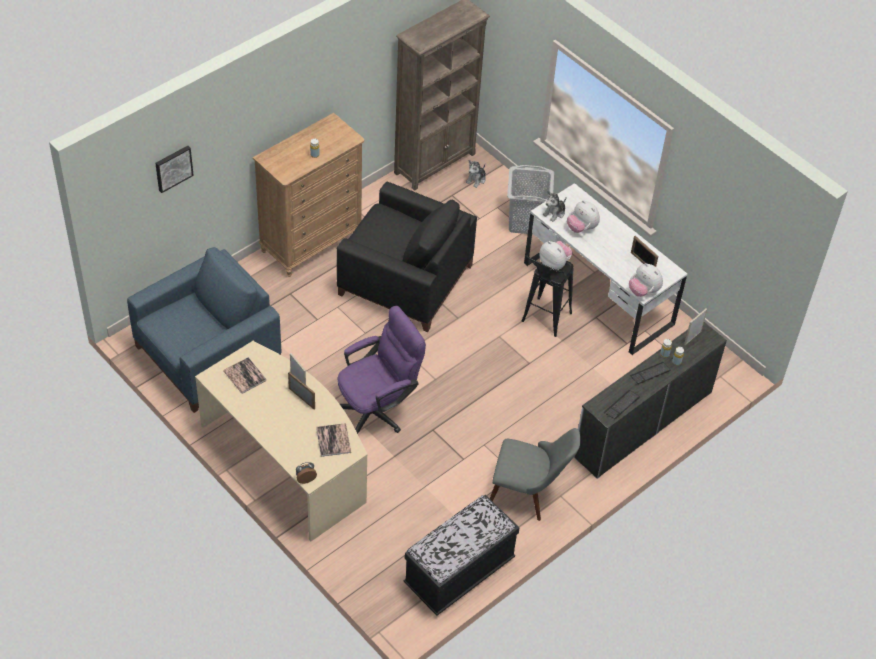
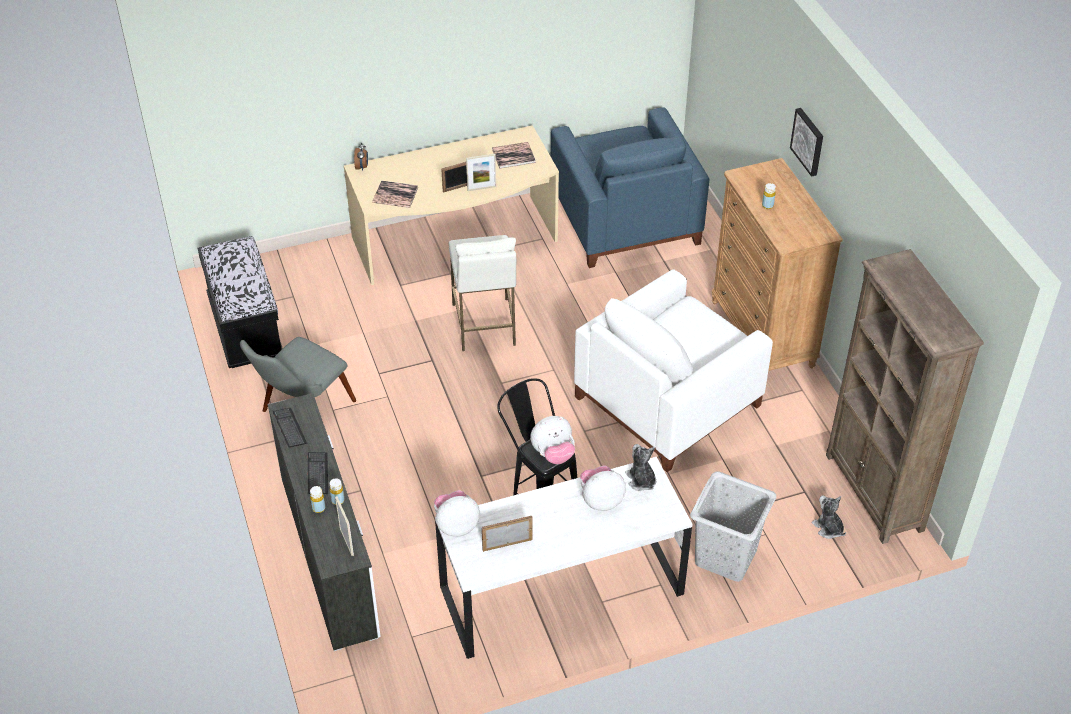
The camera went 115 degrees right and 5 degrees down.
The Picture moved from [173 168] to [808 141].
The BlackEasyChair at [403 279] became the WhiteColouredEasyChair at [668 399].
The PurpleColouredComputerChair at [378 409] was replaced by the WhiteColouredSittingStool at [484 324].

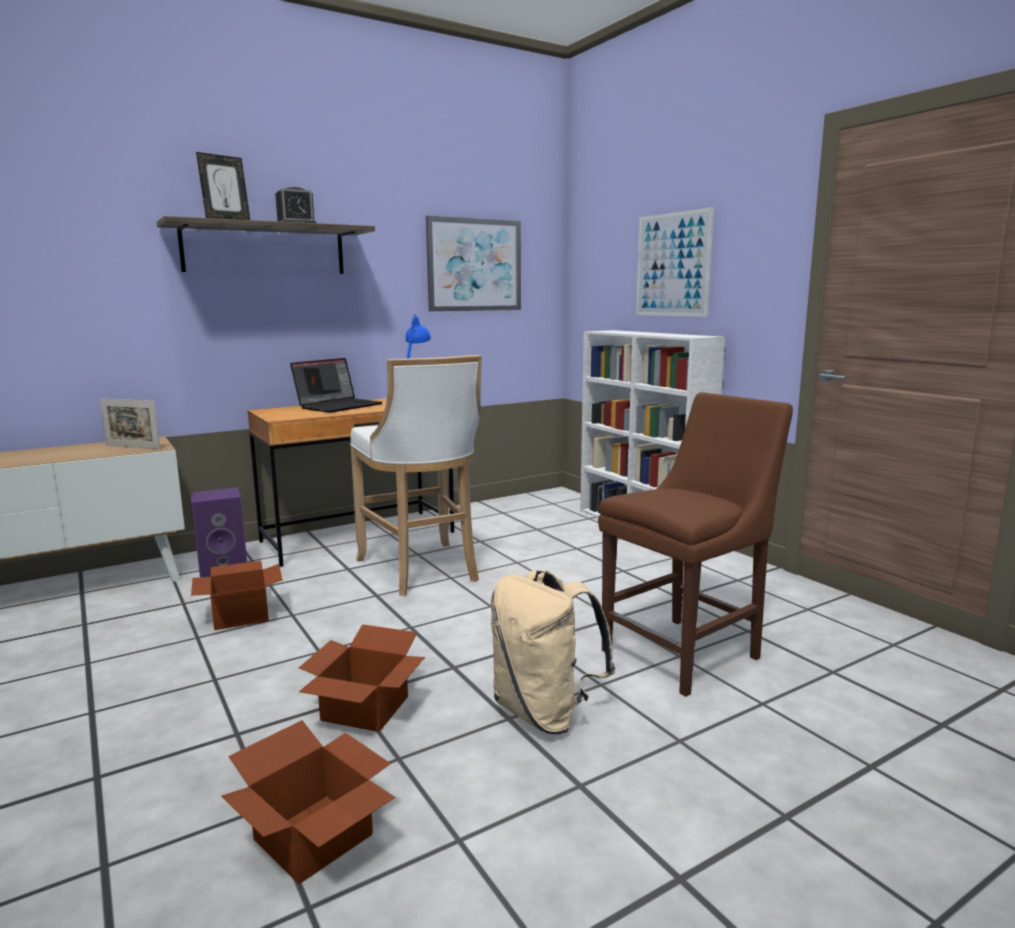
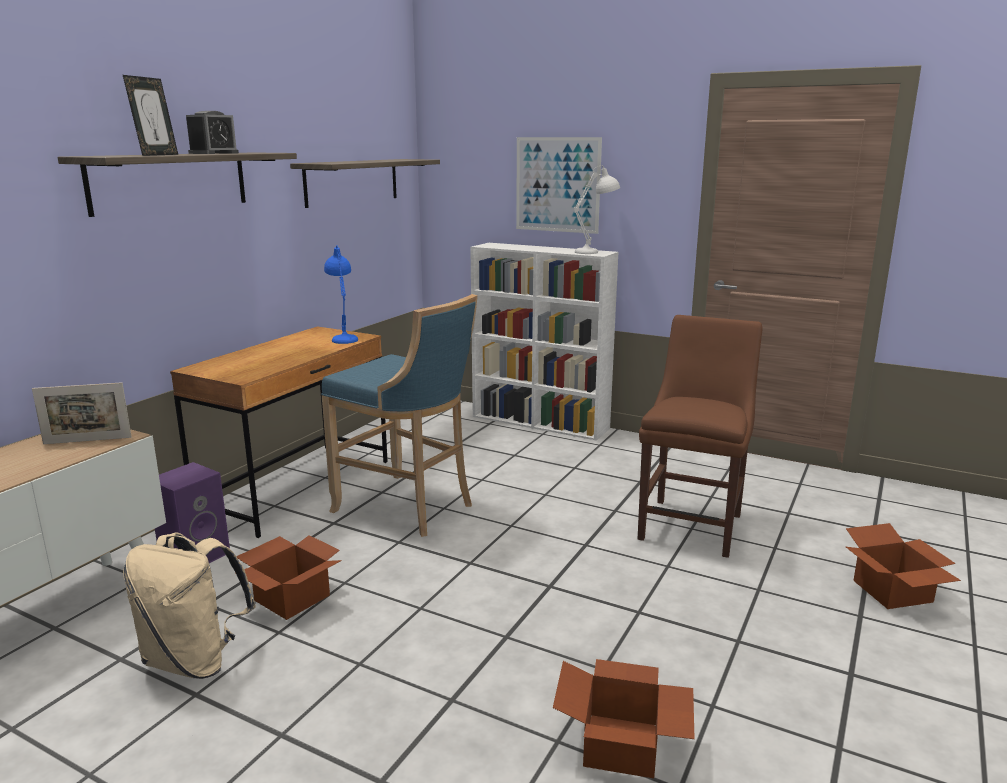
The camera went 30 degrees left and 5 degrees up.
The Picture at [474 265] was replaced by the WallShelf at [352 181].
The WhiteColouredSittingStool at [422 571] became the BluishSittingStool at [409 508].
The PortableComputer at [339 406] disappeared.
The SandColouredRucksack moved from [545 713] to [195 660].
The Carton moved from [362 709] to [892 592].
The WhiteColouredLampForATable at [596 252] appeared.

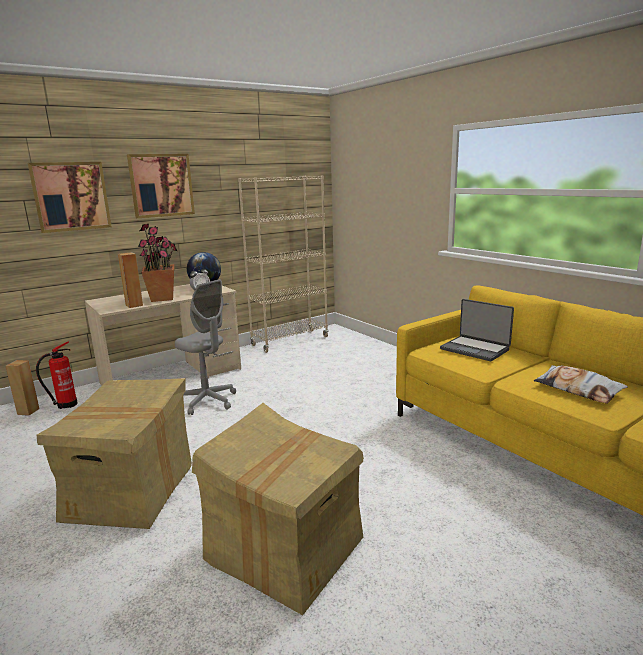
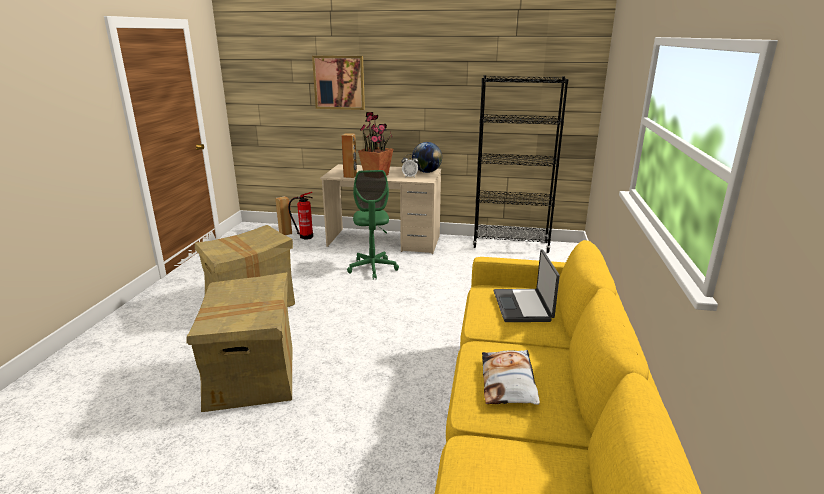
The camera went 45 degrees right and 5 degrees up.
The Picture at [161 185] disappeared.
The SandColouredBookcase at [290 341] became the BlackBookcase at [511 245].
The GrayComputerChair at [208 401] became the GreenComputerChair at [372 268].

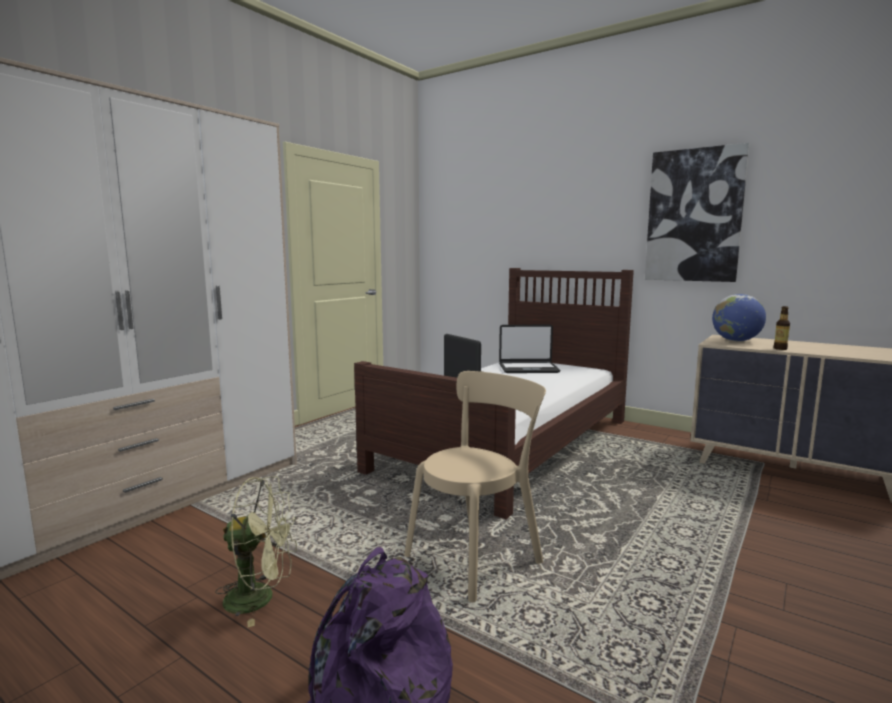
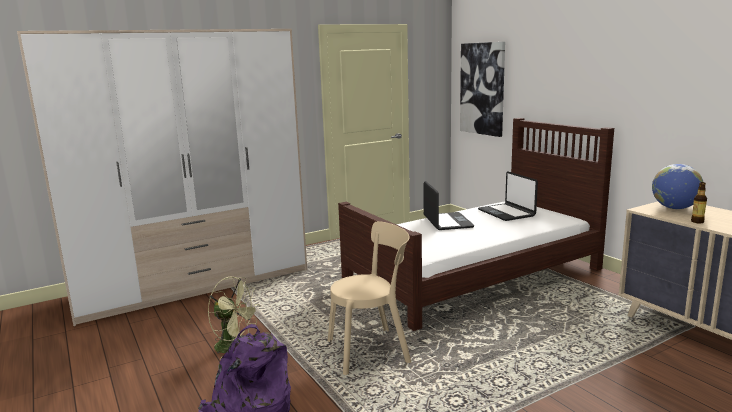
The camera went 25 degrees right and 5 degrees up.
The Picture moved from [694 216] to [482 89].
The PortableComputer at [528 368] turned 45 degrees clockwise.

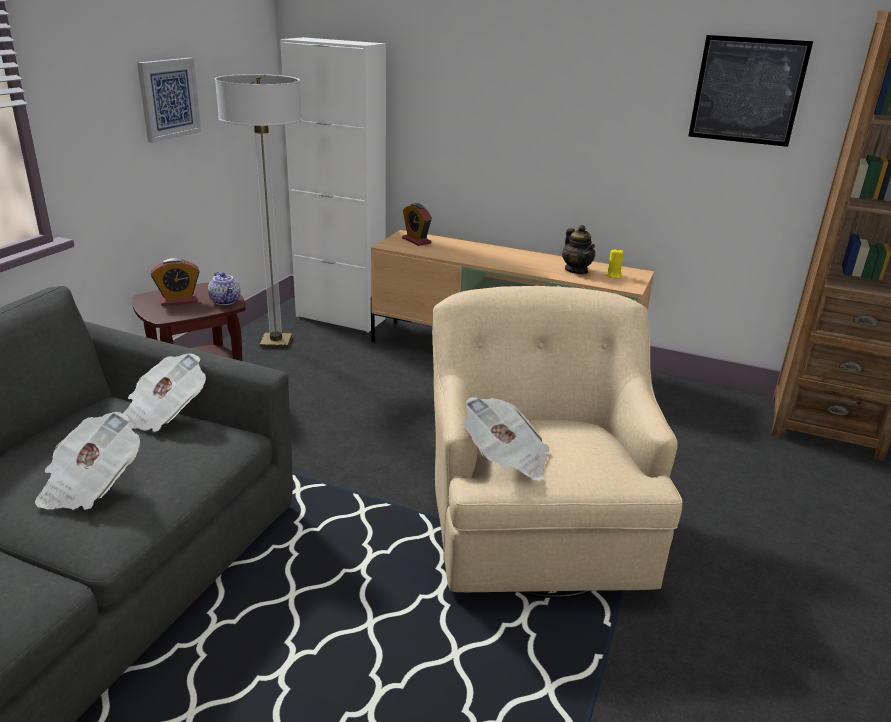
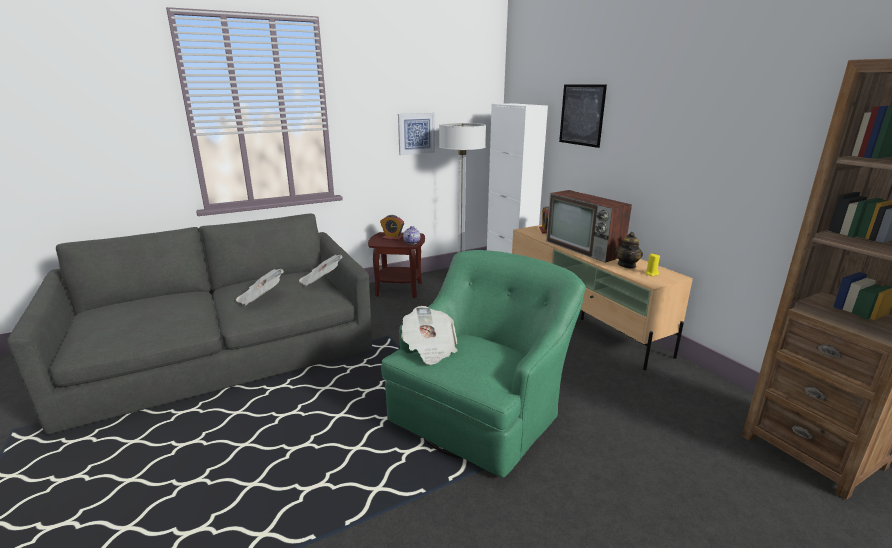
The camera went 40 degrees right and 5 degrees down.
The Picture moved from [747 91] to [582 115].
The SandColouredEasyChair at [536 522] became the GreenEasyChair at [482 411].
The Television at [585 249] appeared.

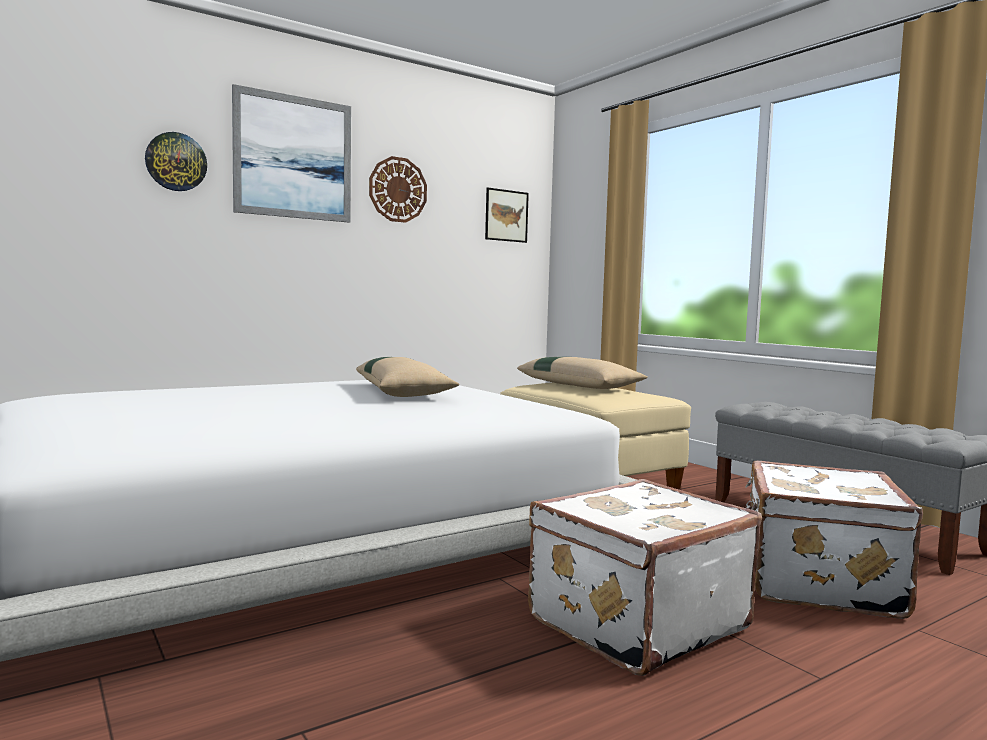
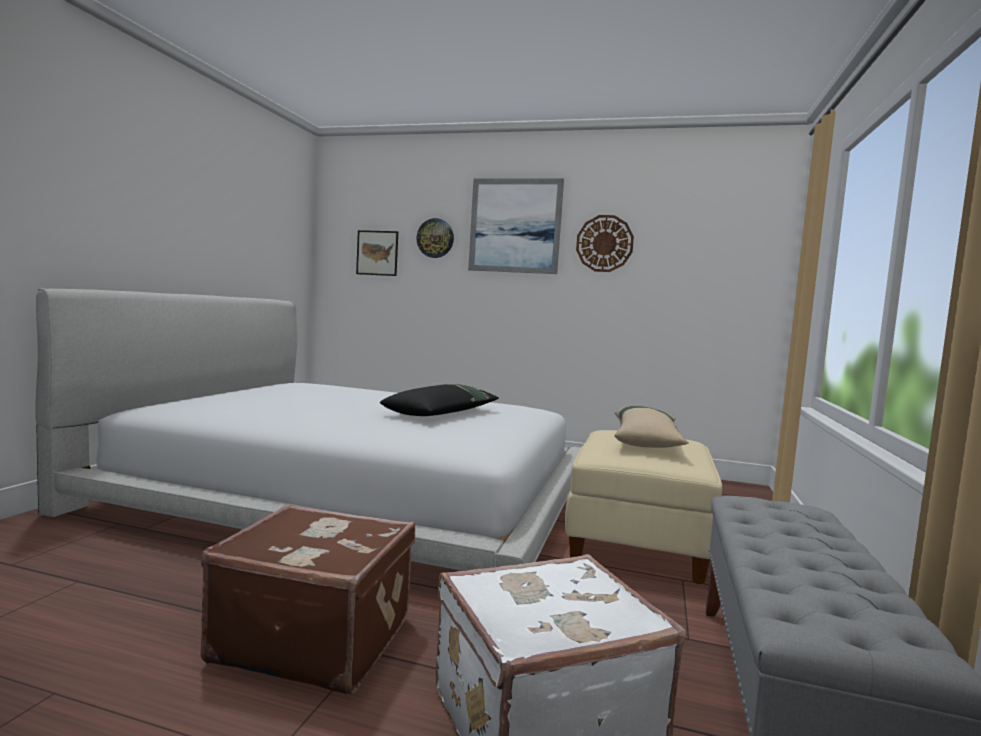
The camera went 50 degrees right and 0 degrees up.
The Picture moved from [506 215] to [377 253].
The SandColouredPillow at [403 392] became the BlackPillow at [442 413].
The WhiteColouredSuitcase at [634 622] became the BrownColouredSuitcase at [314 638].

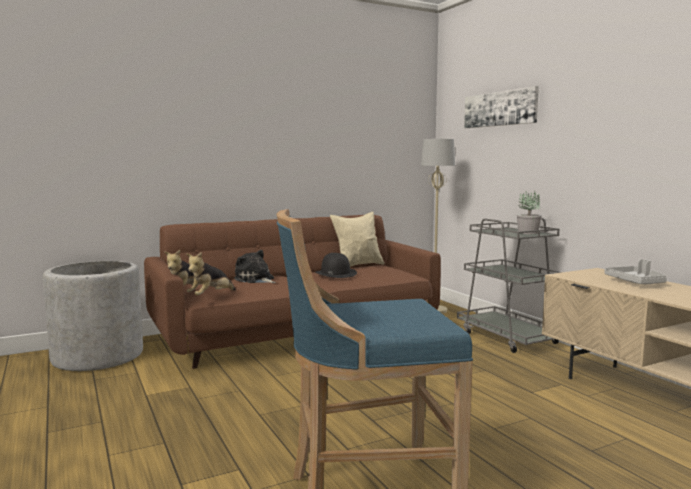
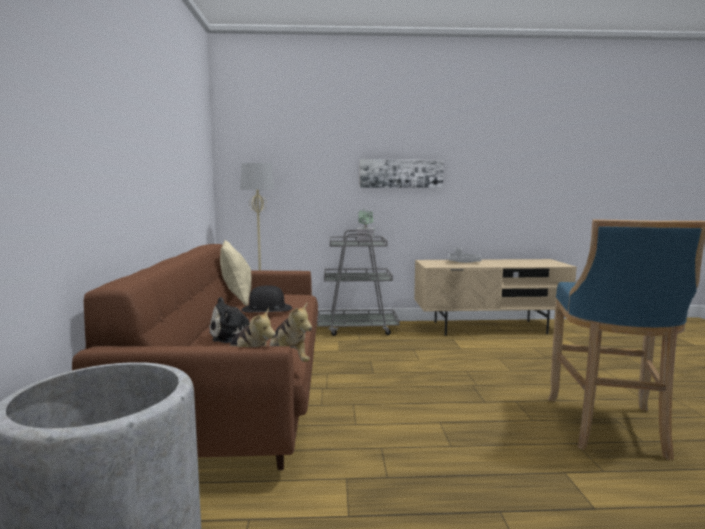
The camera went 65 degrees left and 0 degrees up.
The Picture moved from [500 109] to [401 173].

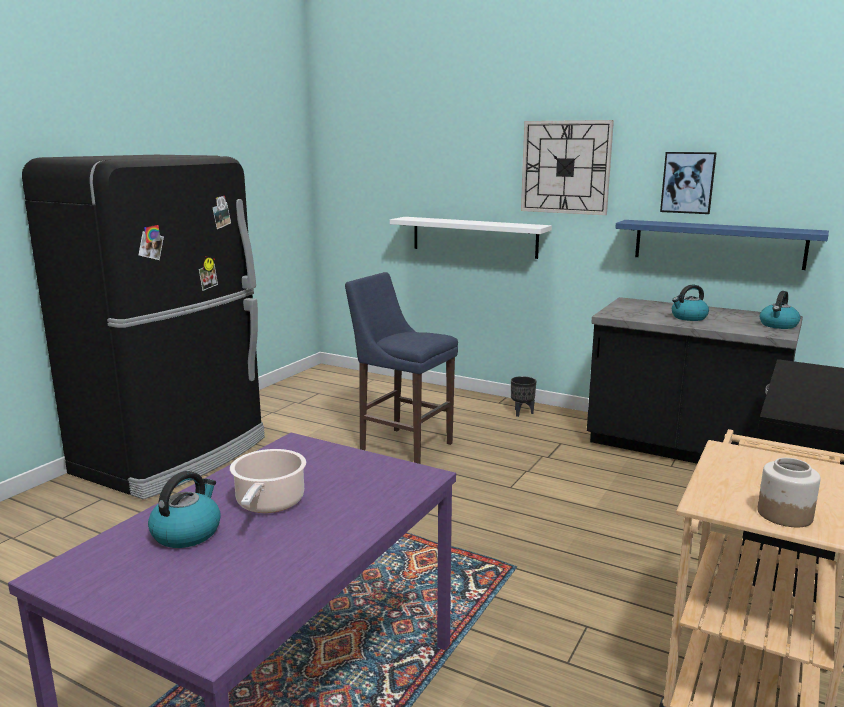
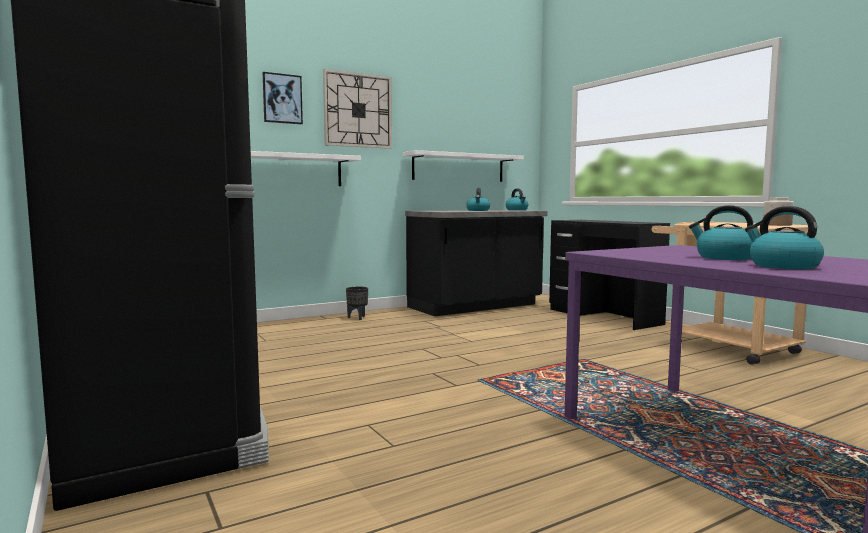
The camera went 60 degrees left and 10 degrees down.
The Picture moved from [688 182] to [282 99].
The BluishWallShelf at [718 244] became the WhiteColouredWallShelf at [459 167].
The BluishSittingStool at [402 445] disappeared.
The Stockpot at [269 503] was replaced by the WaterKettle at [724 257].

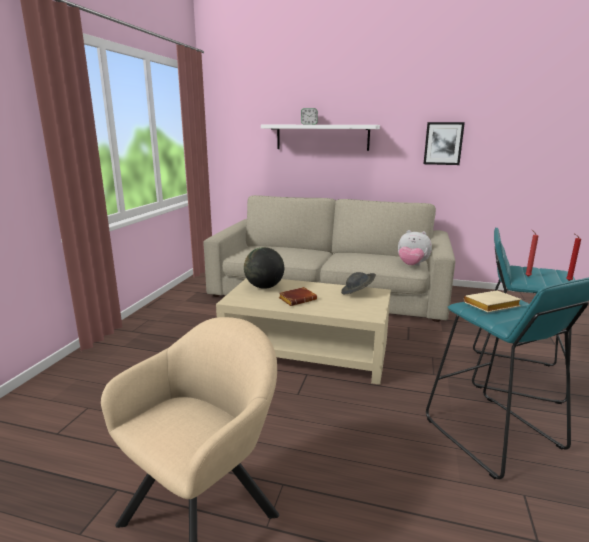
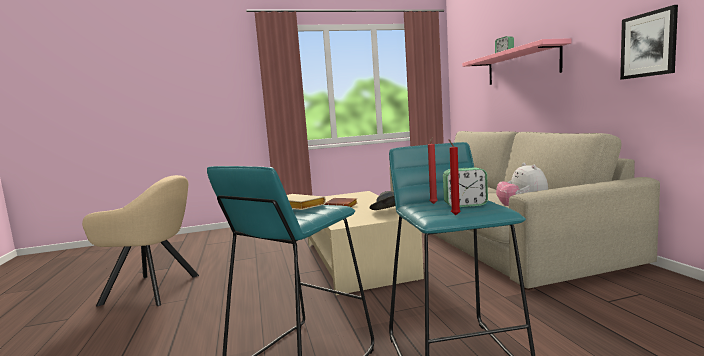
The camera went 60 degrees right and 10 degrees down.
The WhiteColouredWallShelf at [322 137] became the PinkWallShelf at [521 65].
The DeskGlobe at [264 287] disappeared.
The TableClock at [465 205] appeared.

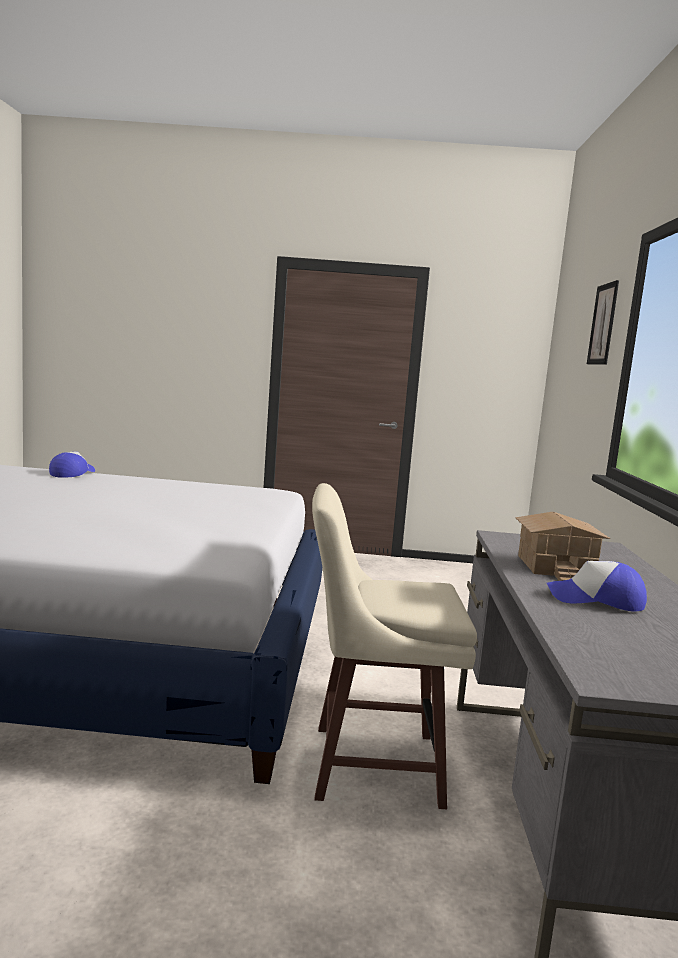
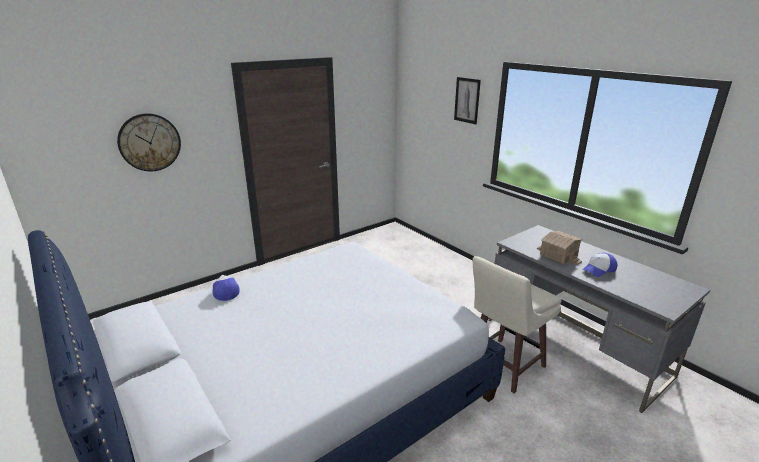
The camera went 40 degrees left and 15 degrees up.
The WallClock at [149 142] appeared.

